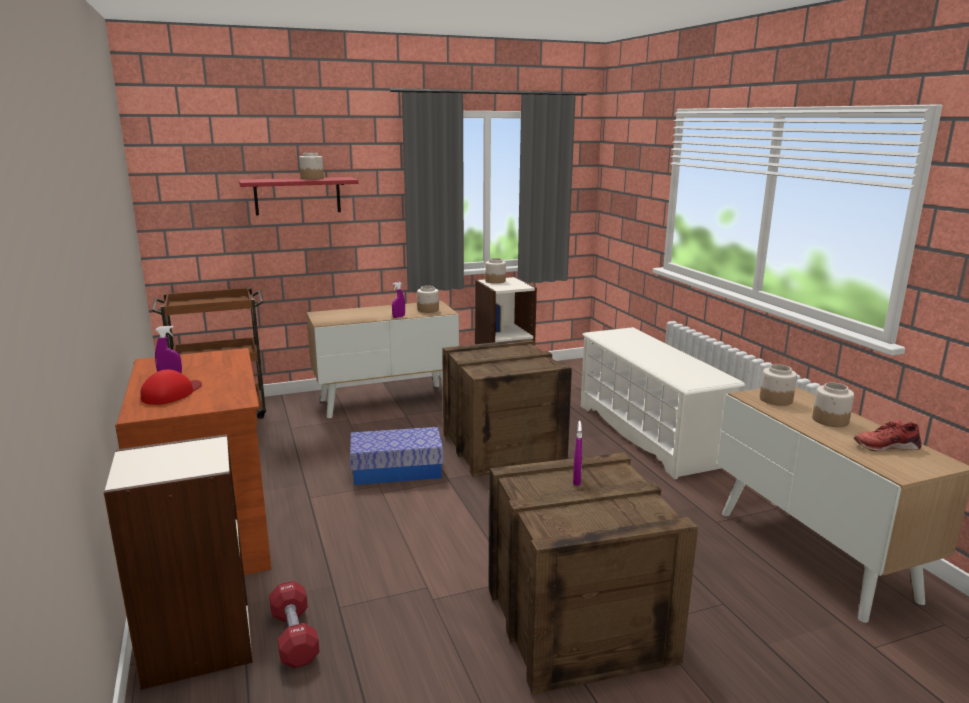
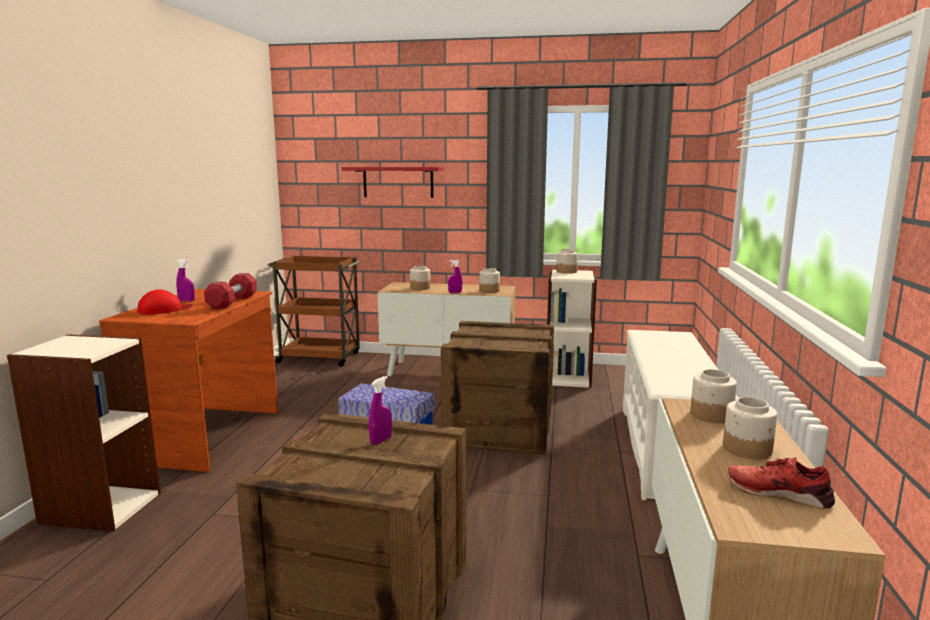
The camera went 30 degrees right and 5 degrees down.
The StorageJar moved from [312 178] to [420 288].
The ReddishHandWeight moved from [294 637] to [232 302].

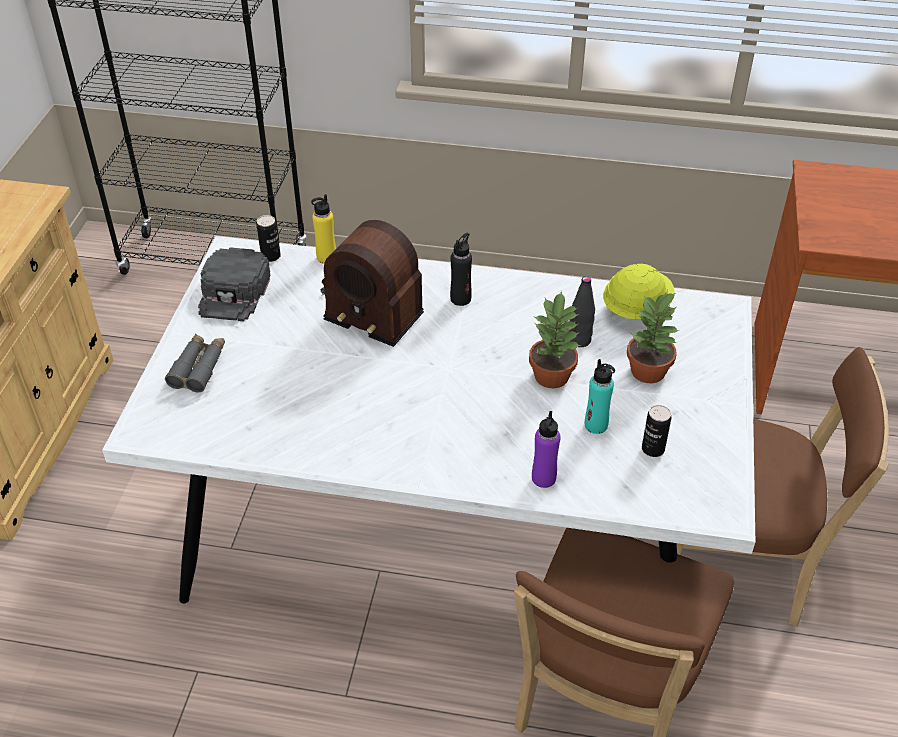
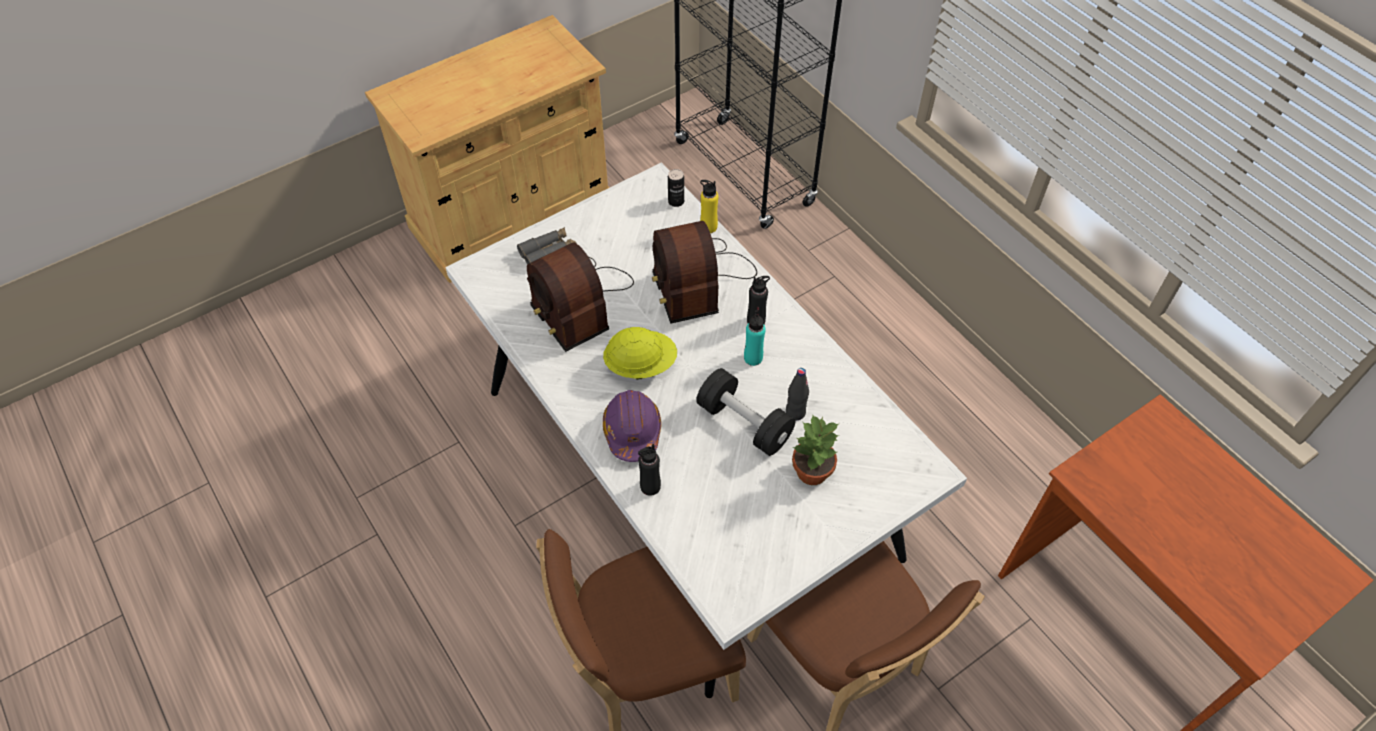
The camera went 45 degrees right and 10 degrees up.
The BlackBaseballCap at [234 292] disappeared.
The YellowHardHat moved from [636 309] to [641 364].
The PottedPlant at [552 376] was replaced by the BlackHandWeight at [744 423].
The BlueGreenBottle moved from [596 425] to [753 358].
The Can at [653 449] disappeared.
The PurpleColouredBottle at [543 478] became the BlackBottle at [650 486].
The RadioReceiver at [579 302] appeared.
The PurpleColouredHardHat at [632 431] appeared.

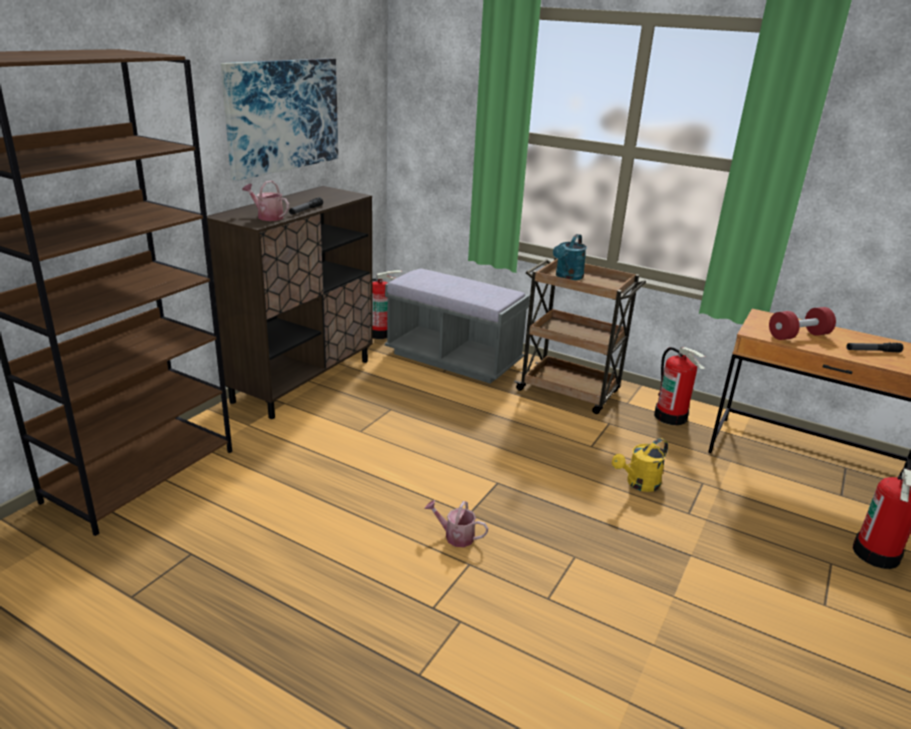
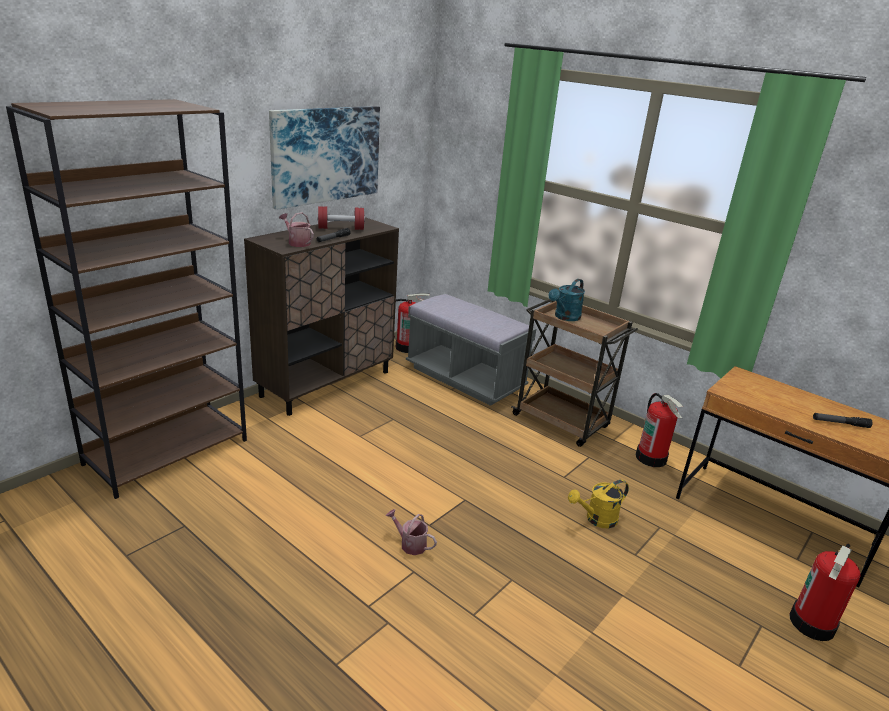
The camera went 10 degrees right and 0 degrees up.
The ReddishHandWeight moved from [798 336] to [341 228].

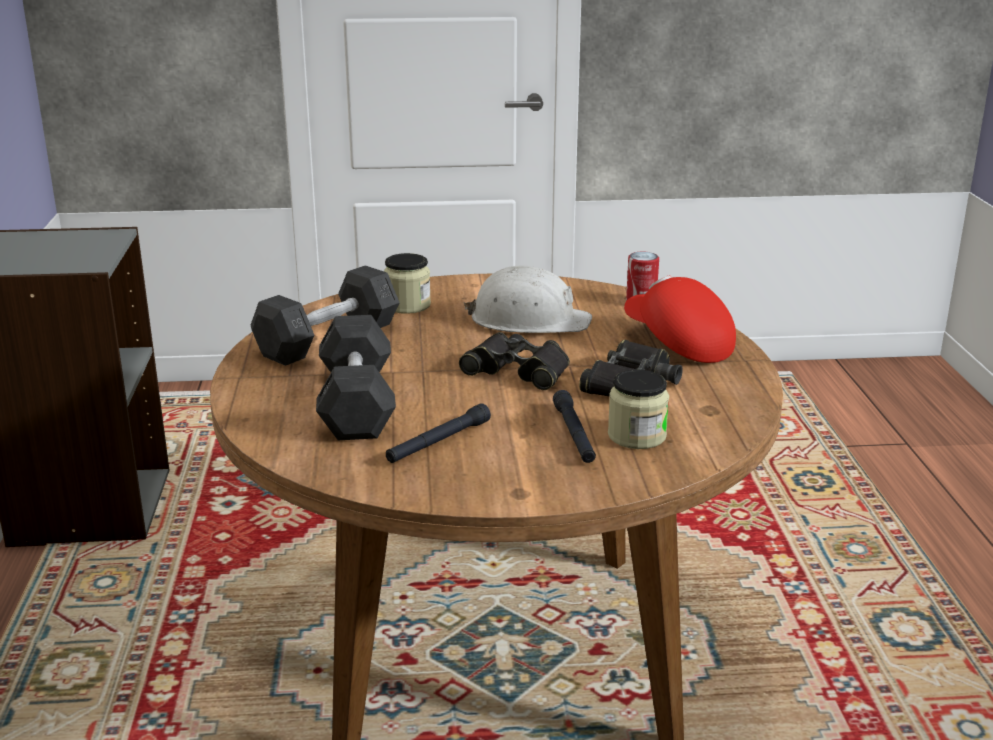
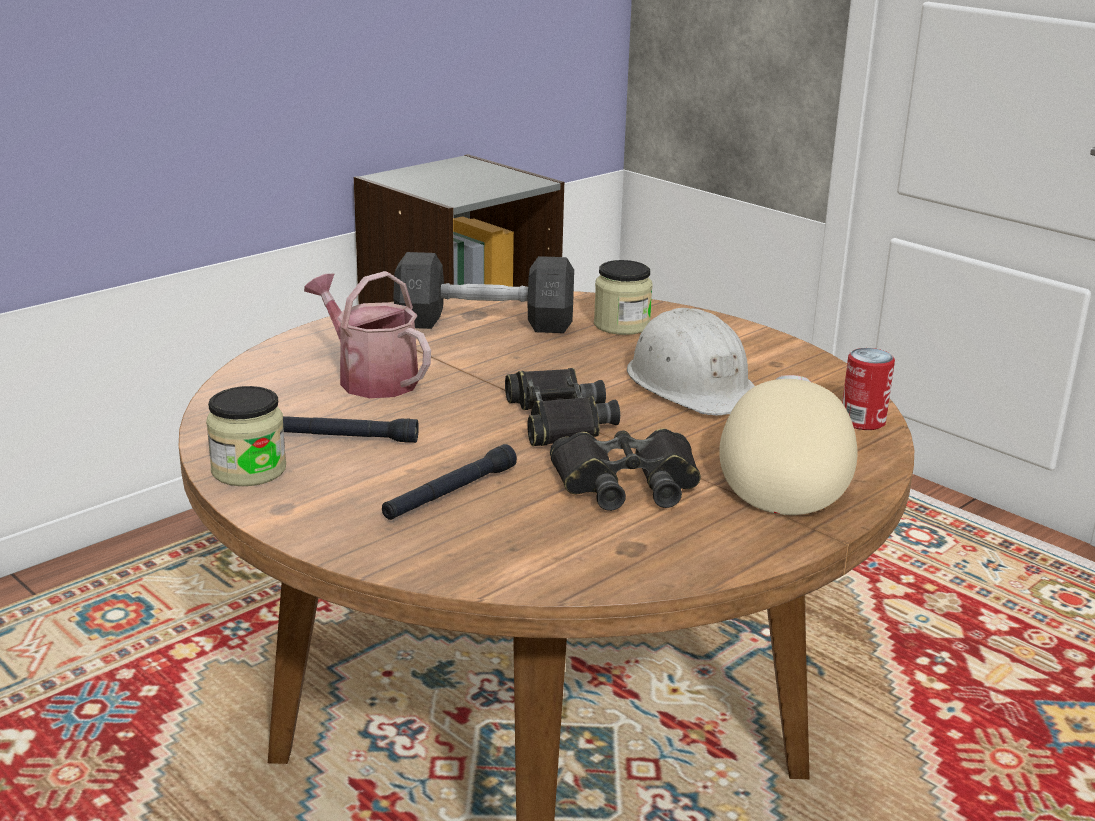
The camera went 50 degrees right and 0 degrees up.
The ReddishBaseballCap at [677 344] became the SandColouredBaseballCap at [782 476].
The GrayHandWeight at [356 403] was replaced by the WateringPot at [370 378].
The StorageJar moved from [636 436] to [249 470].

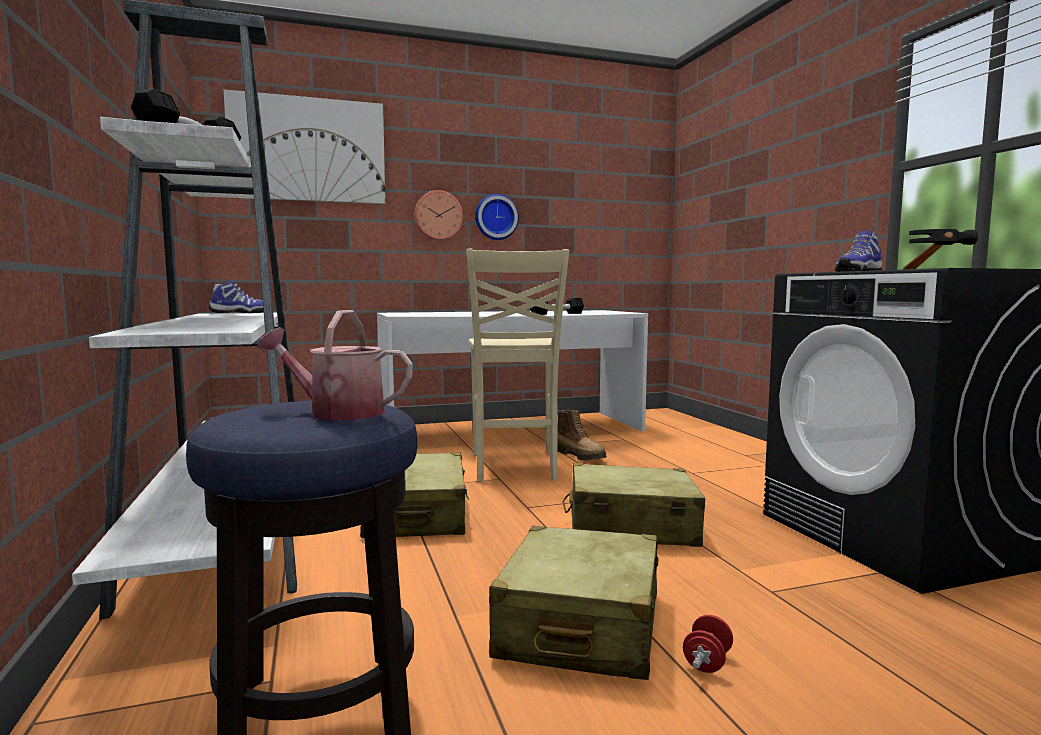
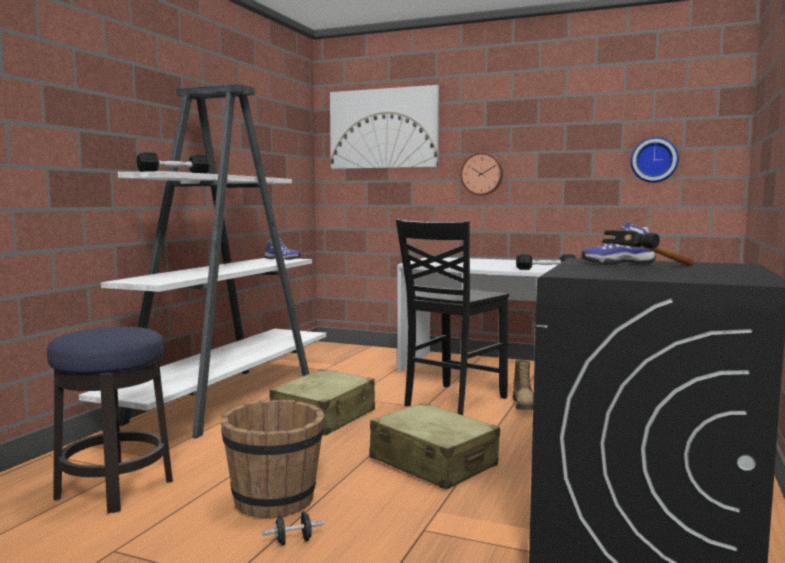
The camera went 40 degrees right and 0 degrees up.
The WallClock moved from [495 217] to [654 160].
The SandColouredUprightChair at [514 467] became the BlackUprightChair at [452 401].
The WateringPot at [337 412] disappeared.
The SandColouredSuitcase at [580 626] was replaced by the BrownColouredPail at [275 501].
The ReddishHandWeight at [707 662] became the BlackHandWeight at [293 541].

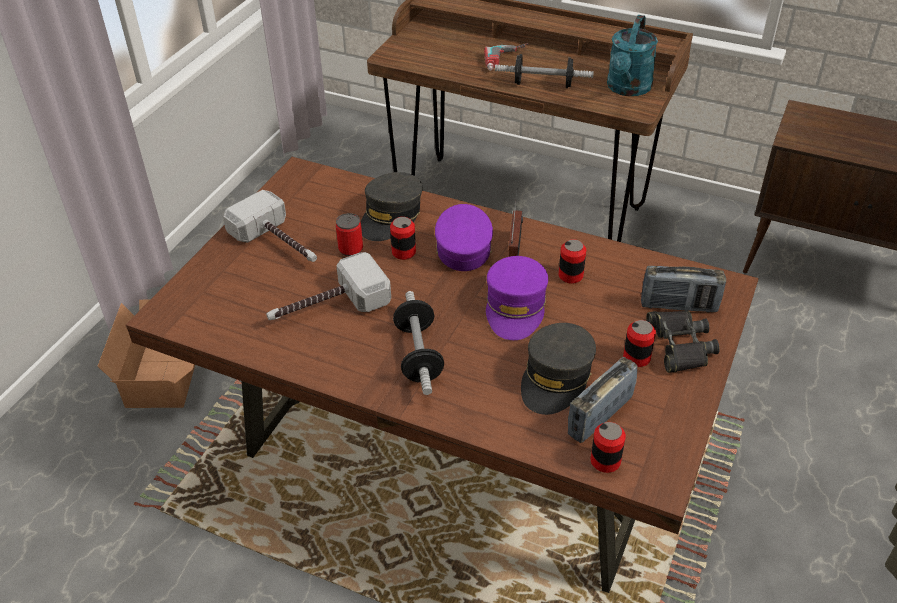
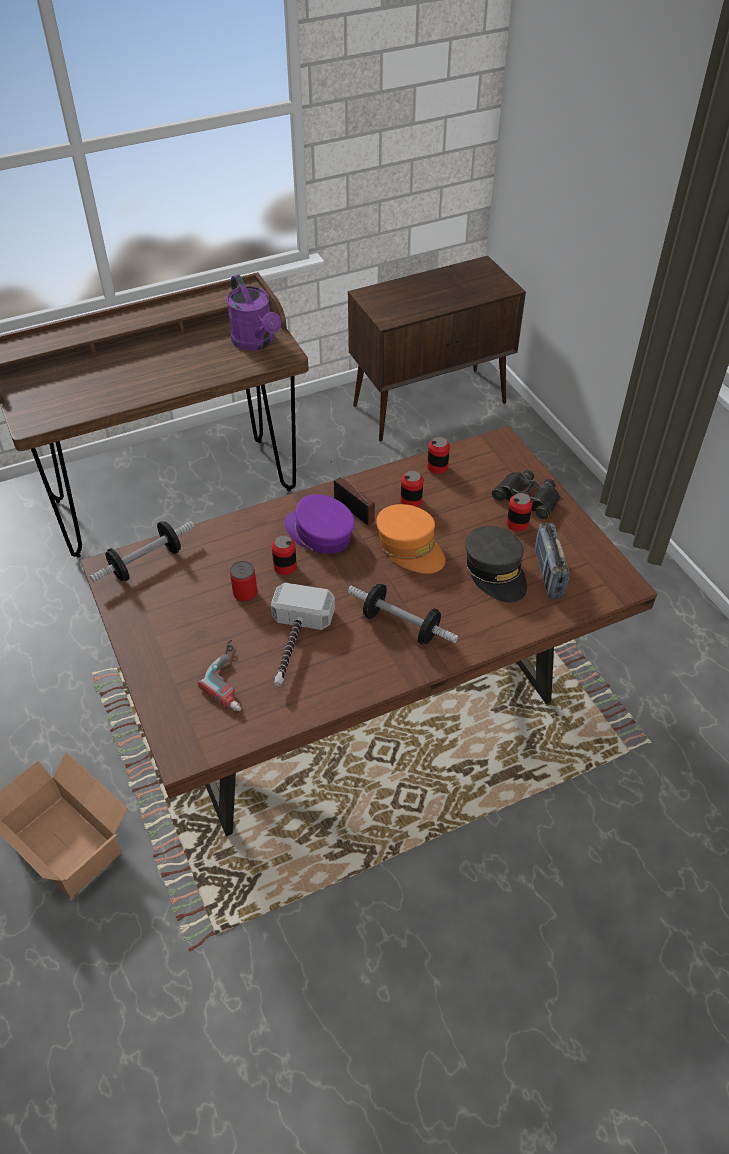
The camera went 50 degrees left and 5 degrees up.
The BlueGreenWateringPot at [627 89] became the PurpleColouredWateringPot at [256 342].
The ElectricDrill moved from [507 60] to [234 679].
The HandWeight moved from [543 84] to [146 563].
The GrayBaseballCap at [391 216] disappeared.
The ToolHammer at [280 244] disappeared.
The PurpleColouredBaseballCap at [515 307] became the OrangeyBaseballCap at [410 547].
The RadioReceiver at [678 306] disappeared.
The Can moved from [605 461] to [437 467].

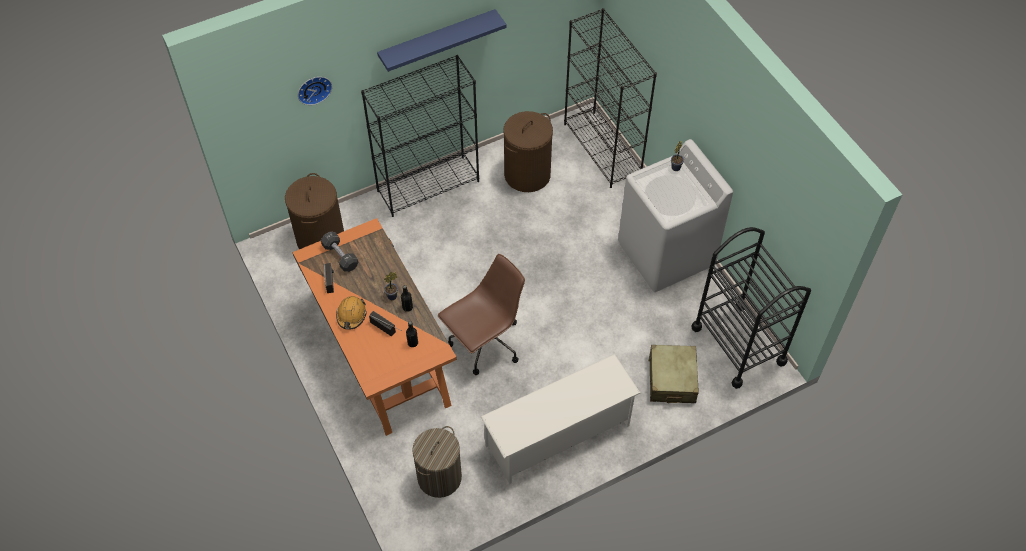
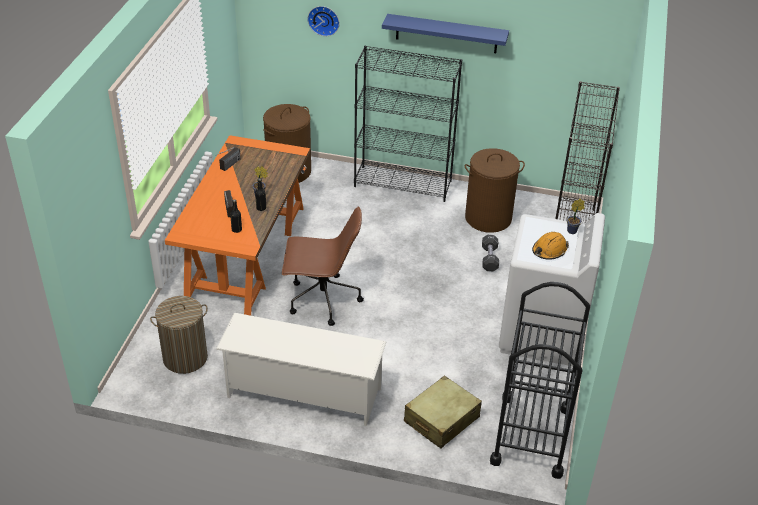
The camera went 40 degrees right and 15 degrees down.
The BlackHandWeight moved from [340 256] to [489 258].
The OrangeyHardHat moved from [351 315] to [549 250].

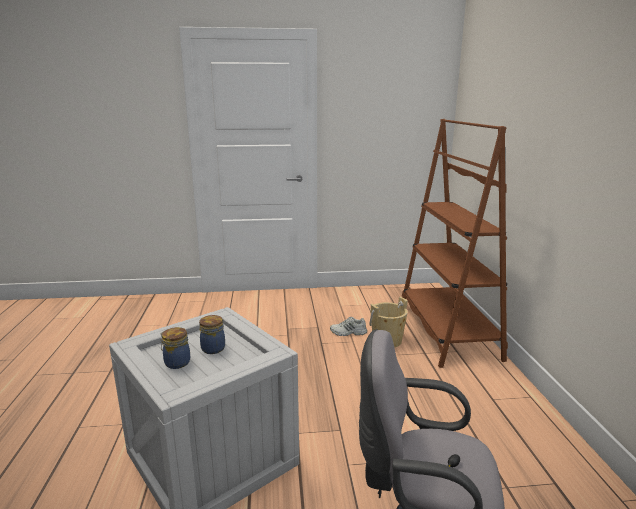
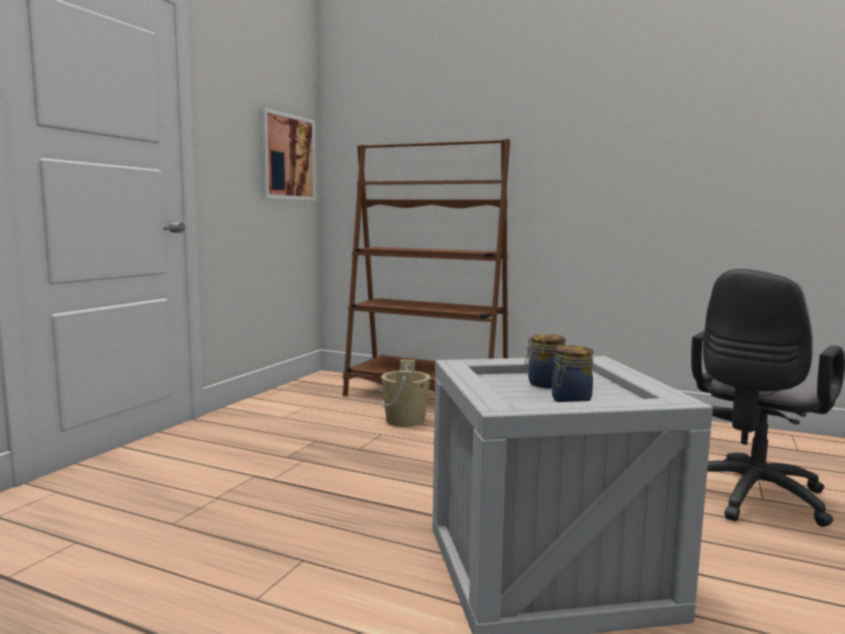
The camera went 60 degrees left and 10 degrees down.
The WhiteColouredShoe at [348 332] disappeared.
The Picture at [286 157] appeared.

